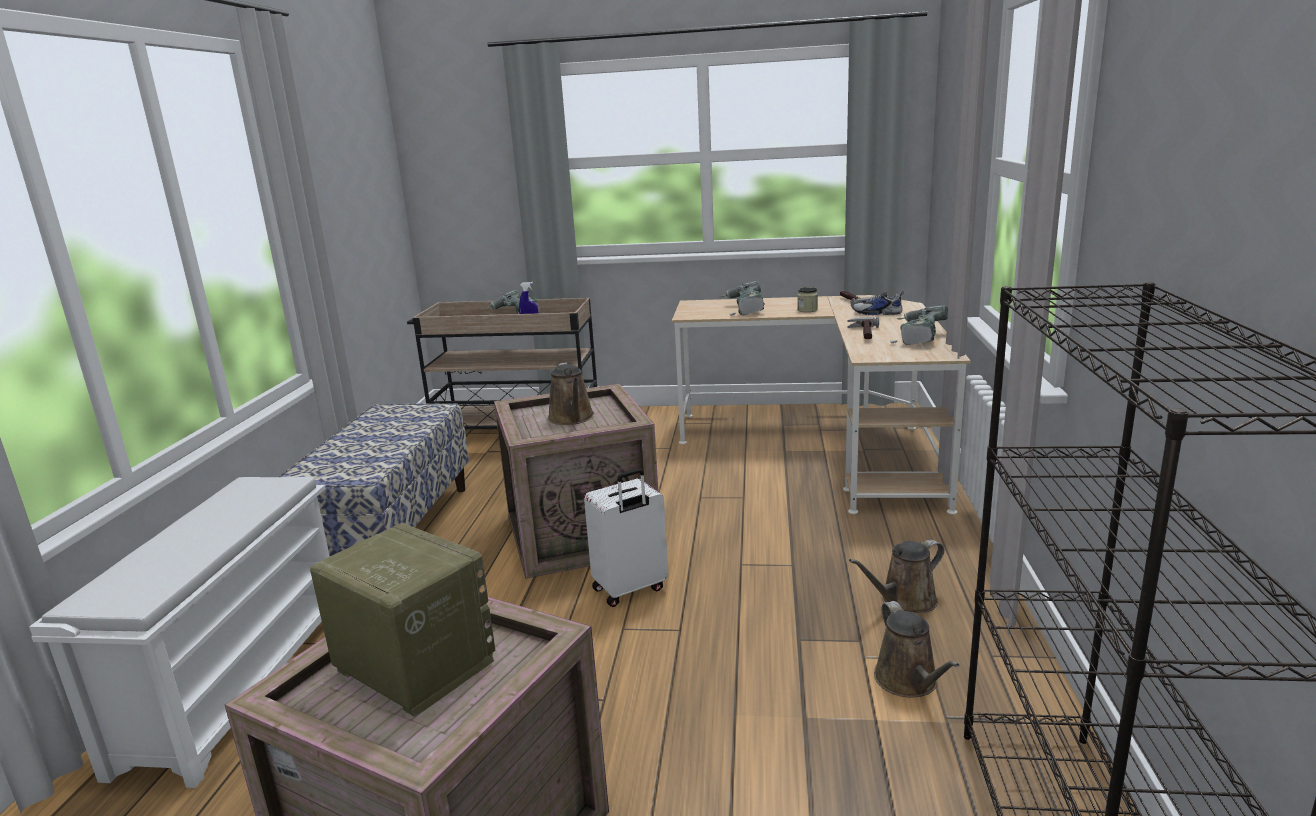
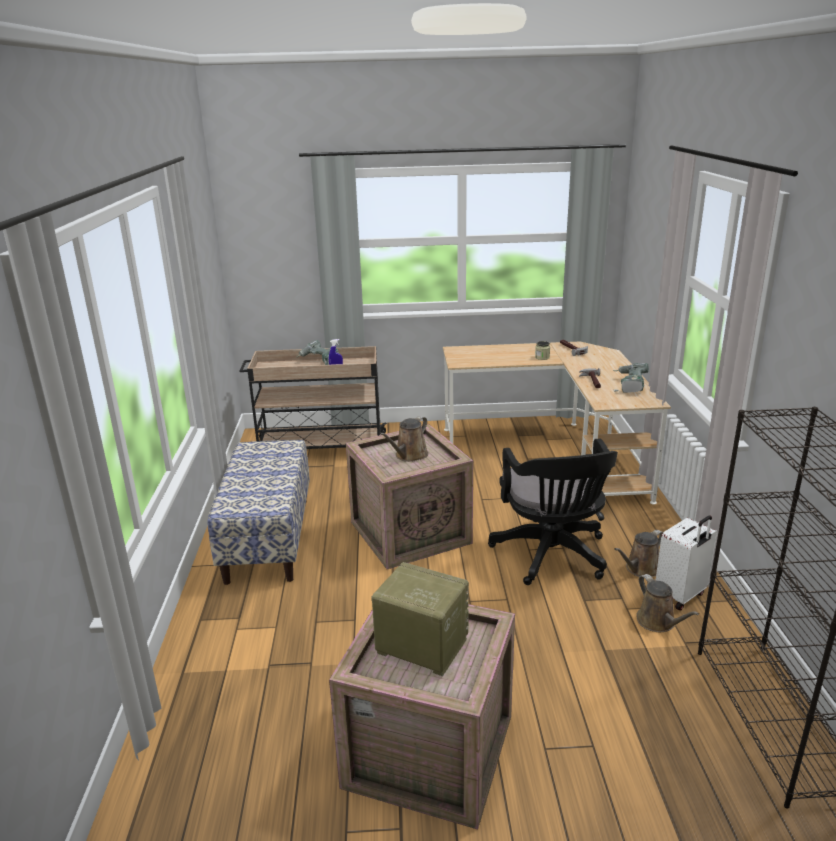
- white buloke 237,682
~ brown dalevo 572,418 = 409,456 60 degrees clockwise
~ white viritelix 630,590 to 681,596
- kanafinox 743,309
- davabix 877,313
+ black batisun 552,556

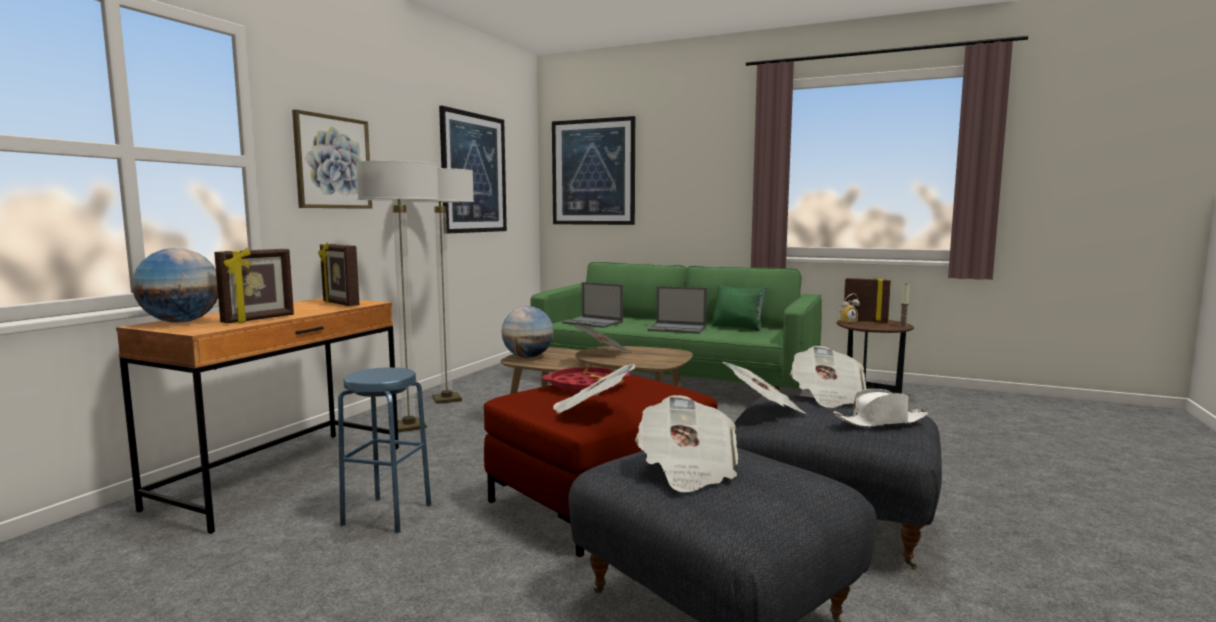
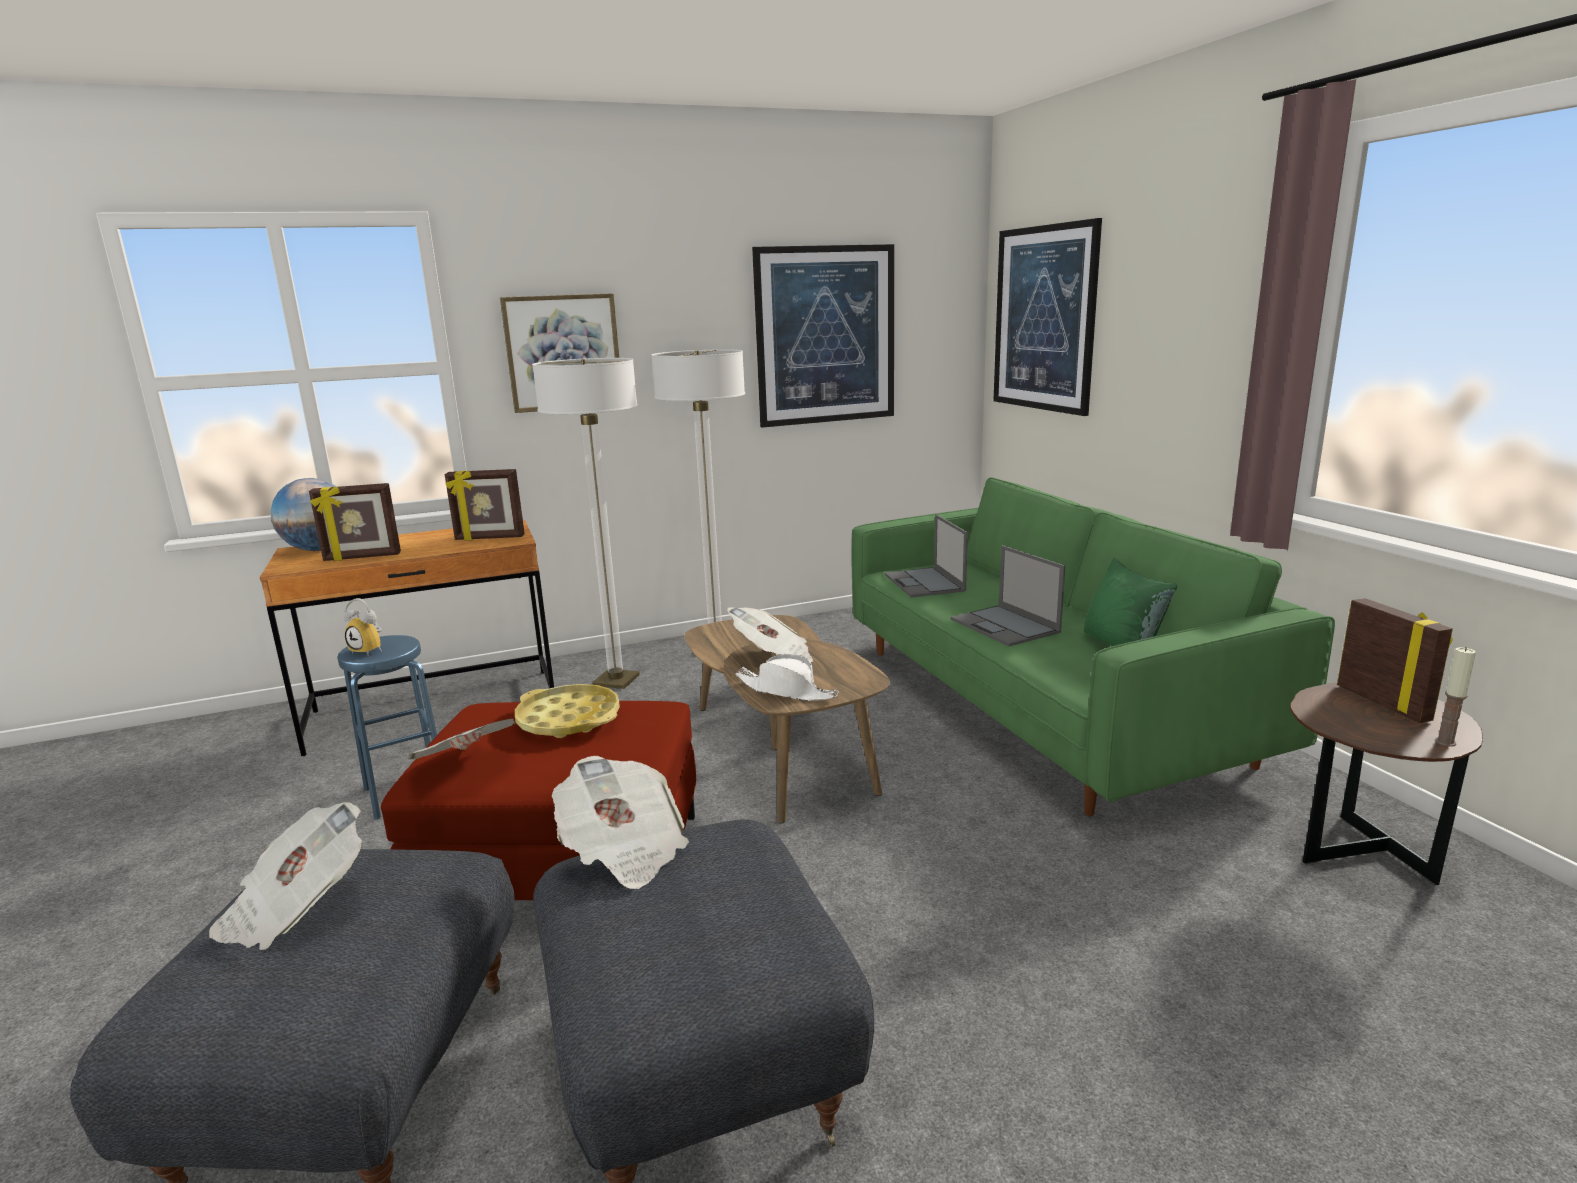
~ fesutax 340,304 = 489,538 90 degrees counterclockwise
- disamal 528,357
~ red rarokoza 586,386 to yellow rarokoza 569,719
- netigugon 827,397
~ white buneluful 881,421 to 787,690
~ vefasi 847,322 to 371,650

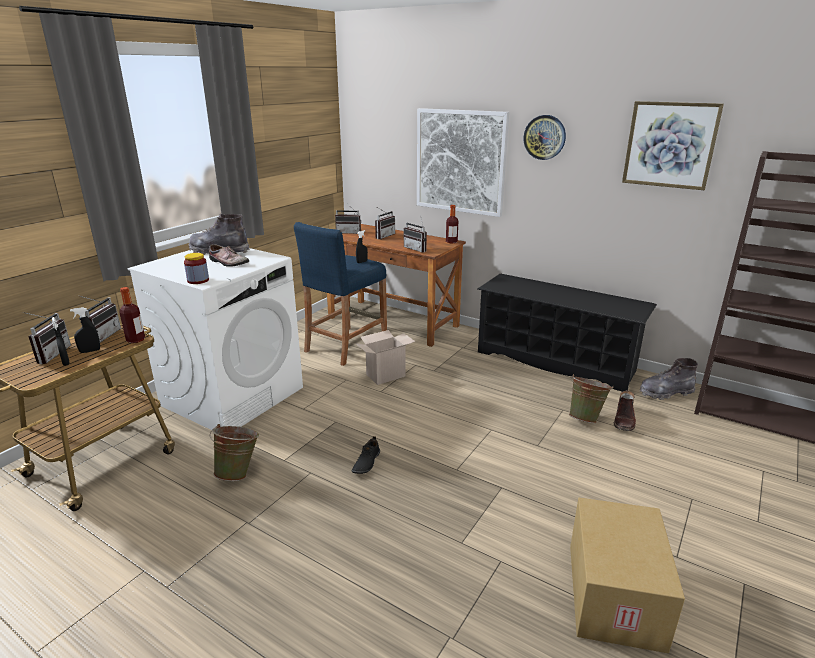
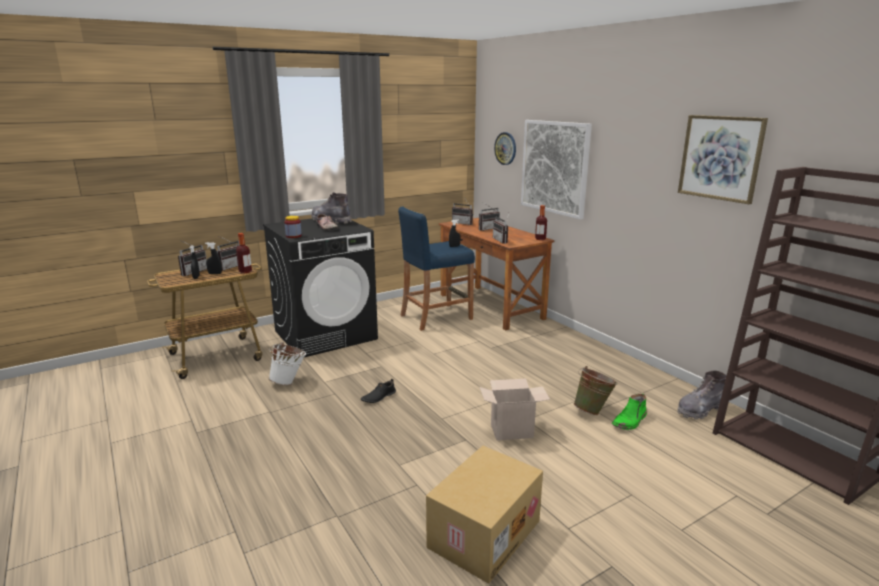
~ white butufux 233,396 to black butufux 326,335
~ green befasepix 239,473 to white befasepix 289,382
~ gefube 386,375 to 512,430
- black buloke 555,361
~ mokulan 544,137 to 505,148
~ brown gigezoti 624,420 to green gigezoti 630,421
~ grey gigezoti 665,393 = 699,410 45 degrees counterclockwise

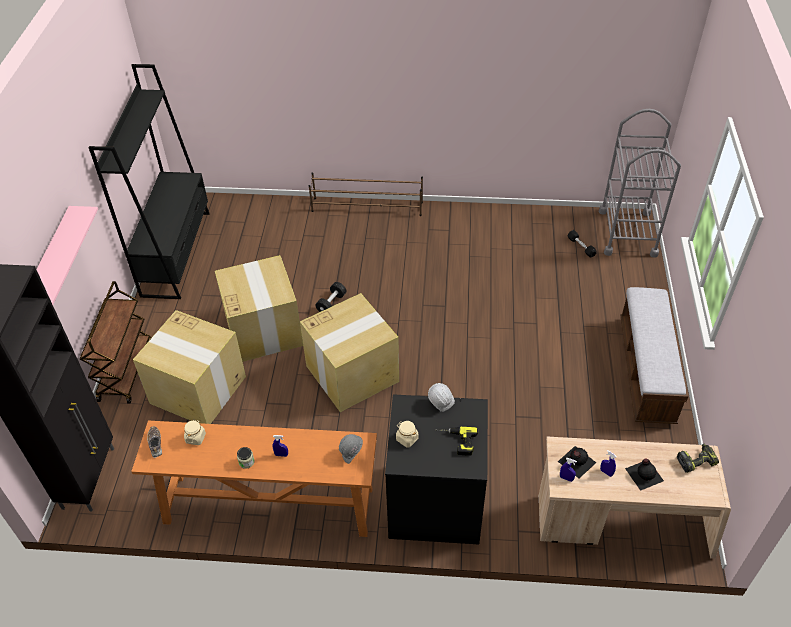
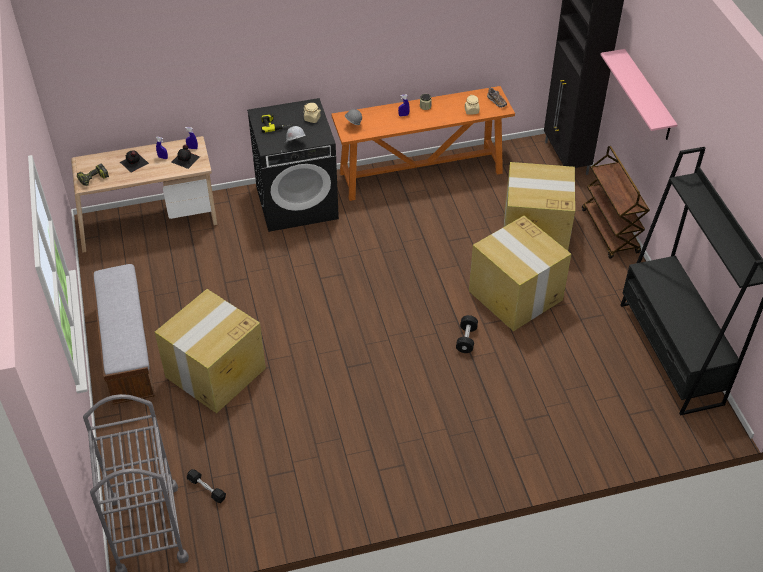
~ gefube 353,373 to 214,373
- brown buloke 367,207

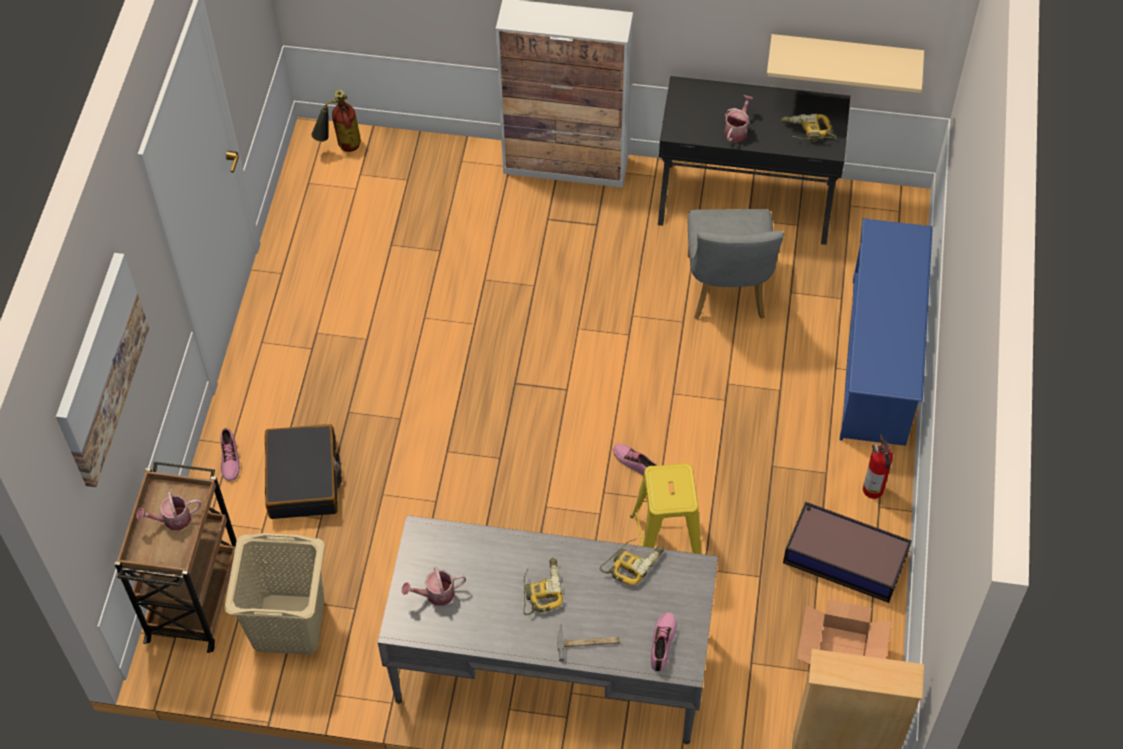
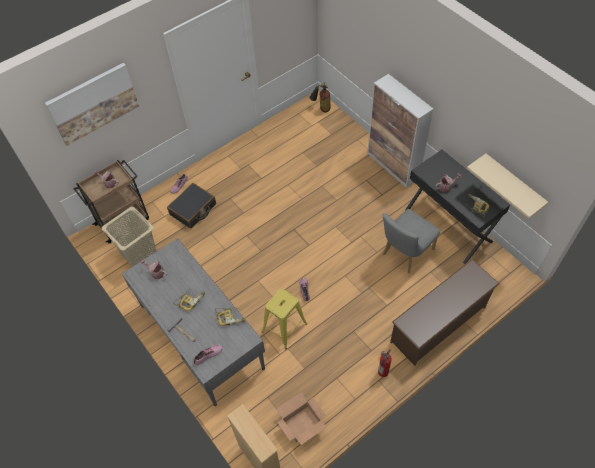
- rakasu 843,558
~ blue buloke 878,360 to brown buloke 438,324

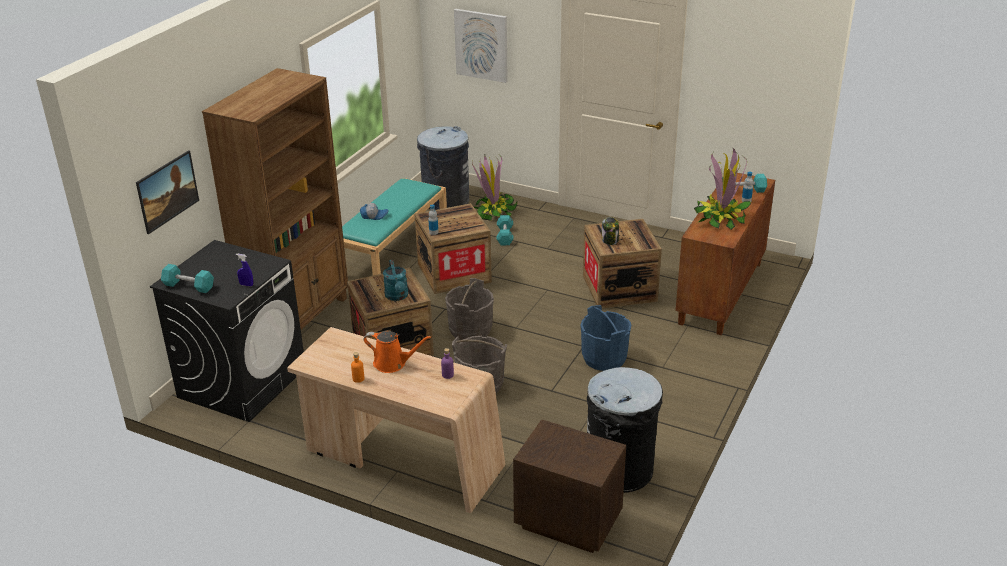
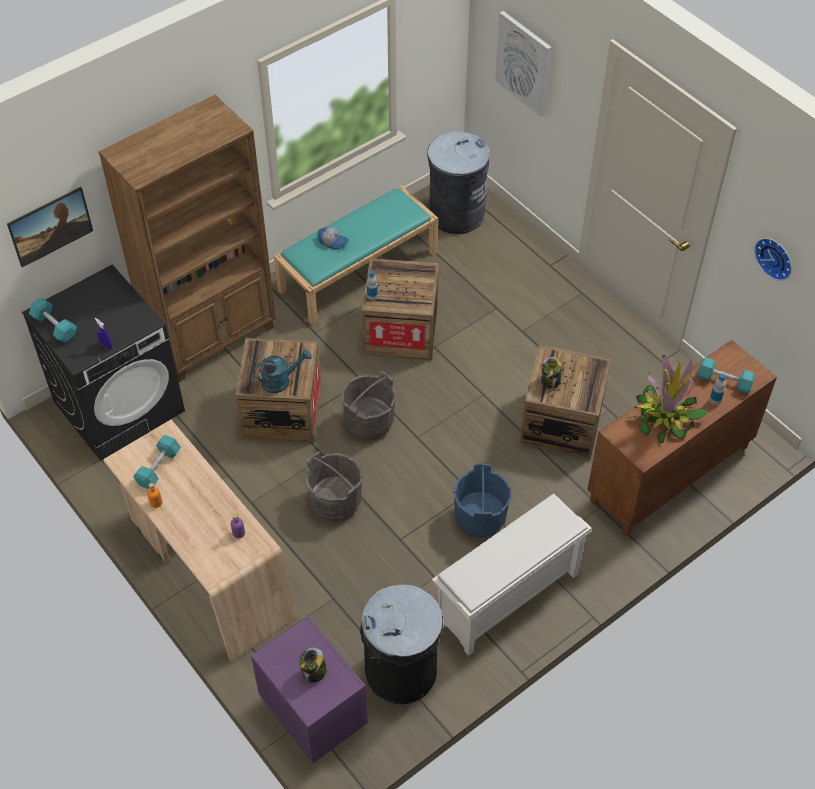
- orange dalevo 393,363
~ turquoise dalevo 397,296 = 281,381 120 degrees counterclockwise
- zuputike 493,211
~ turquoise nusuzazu 505,236 to 158,467
~ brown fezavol 567,521 to purple fezavol 313,710
+ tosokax 314,672
+ white buloke 507,598
+ mokulan 775,257

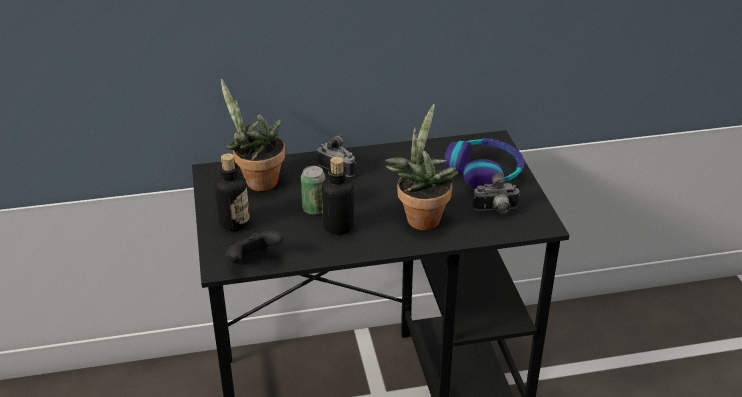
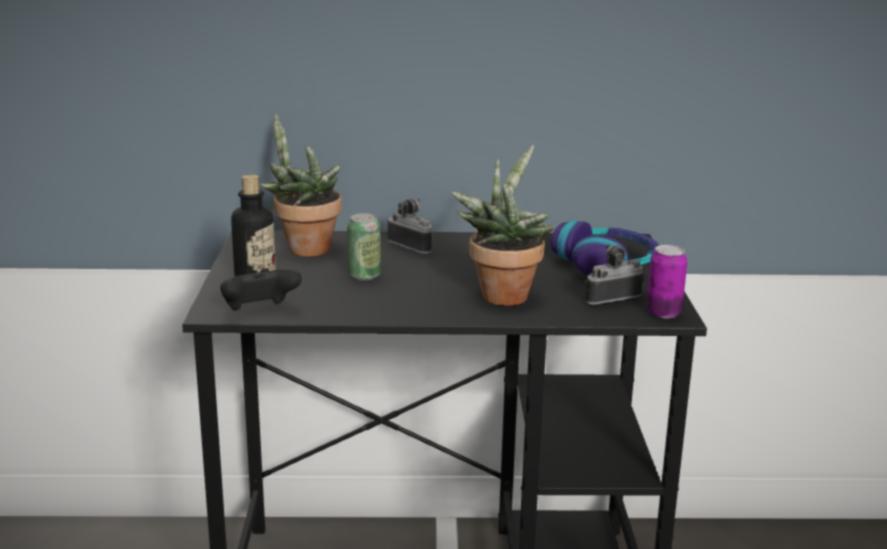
- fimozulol 338,226
~ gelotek 496,210 = 609,297 150 degrees clockwise
+ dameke 663,313

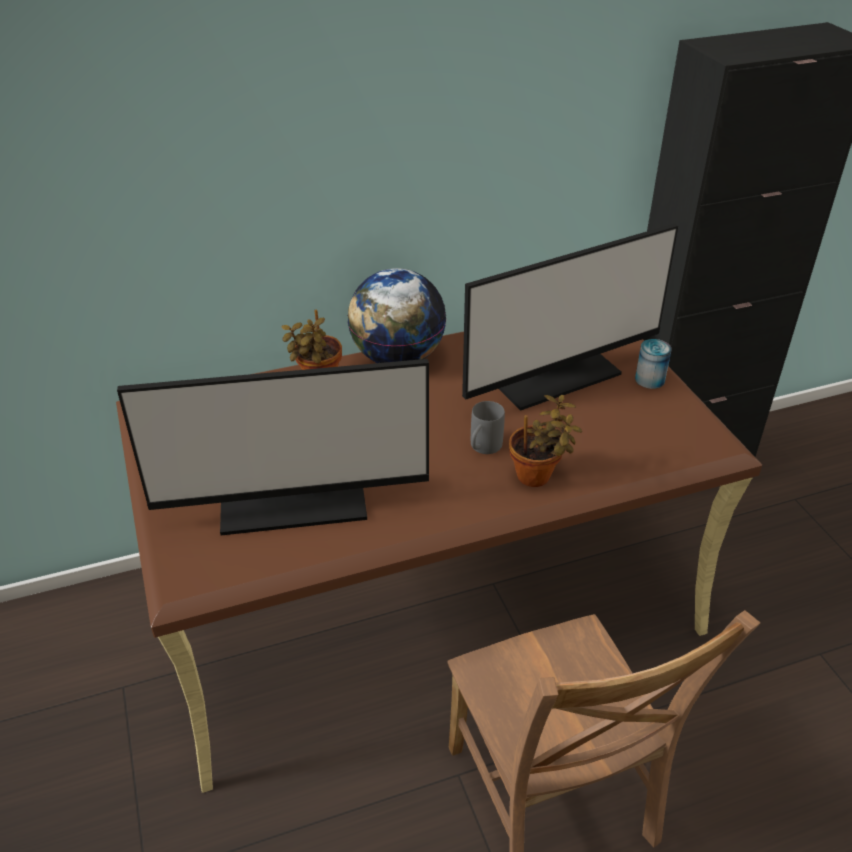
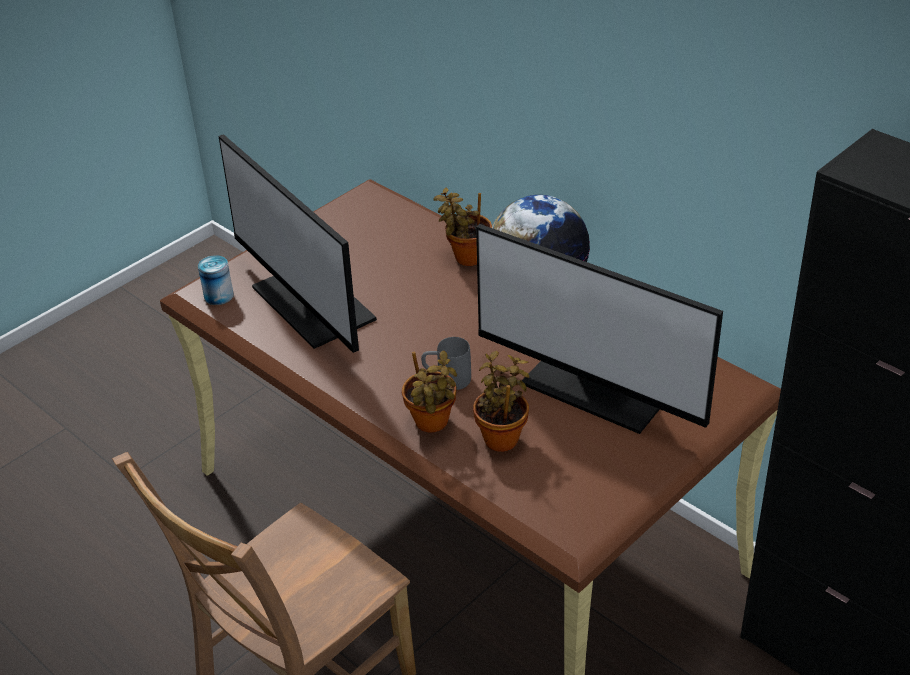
~ dameke 649,379 to 218,295
+ zuputike 502,437

